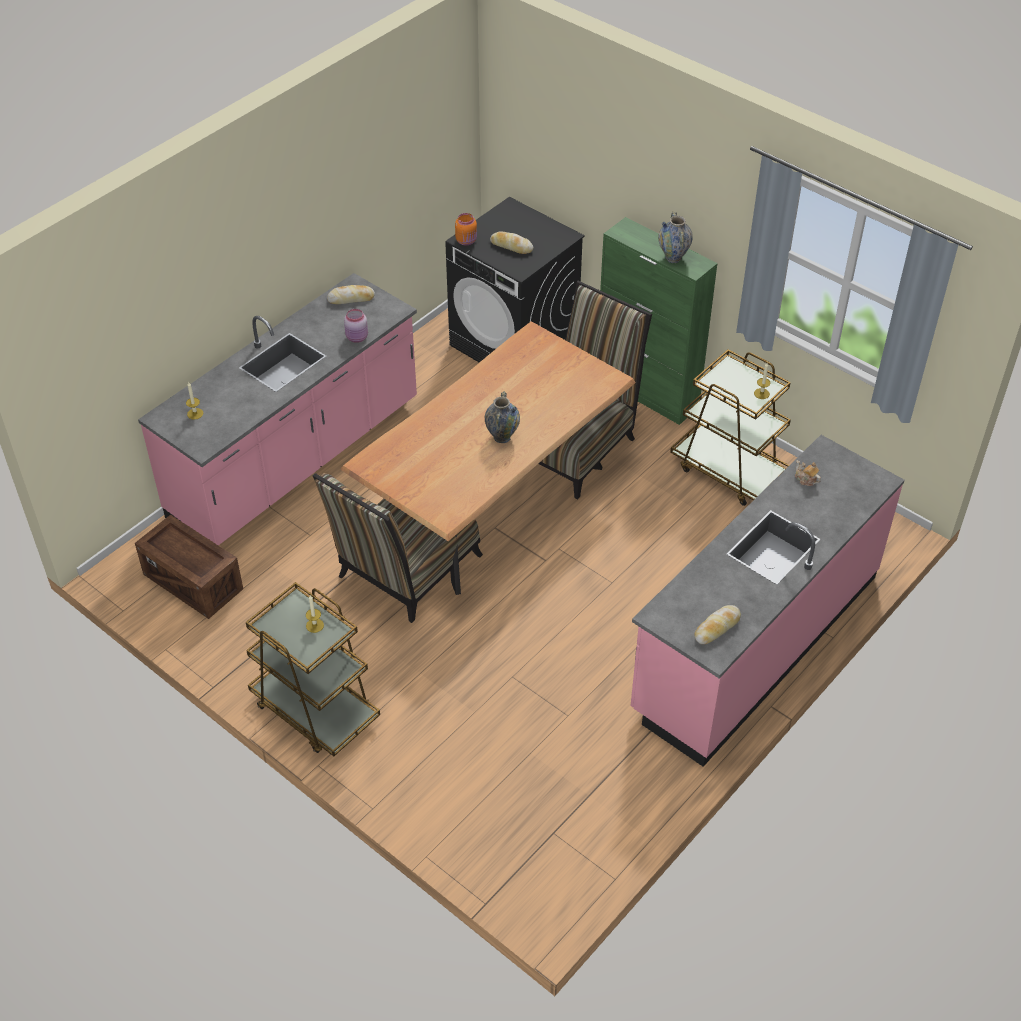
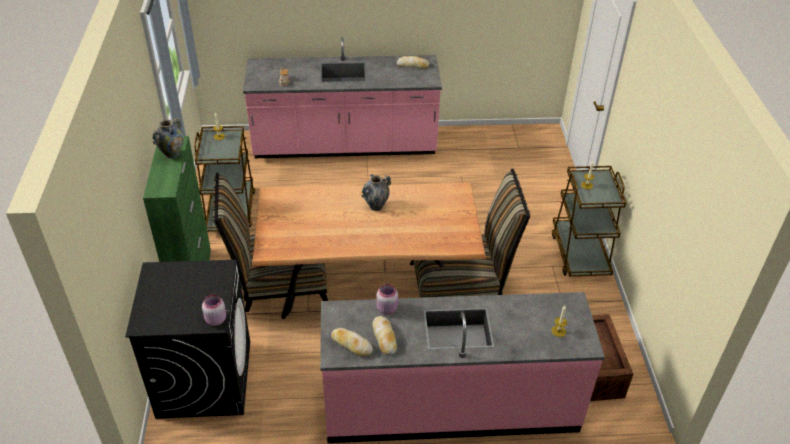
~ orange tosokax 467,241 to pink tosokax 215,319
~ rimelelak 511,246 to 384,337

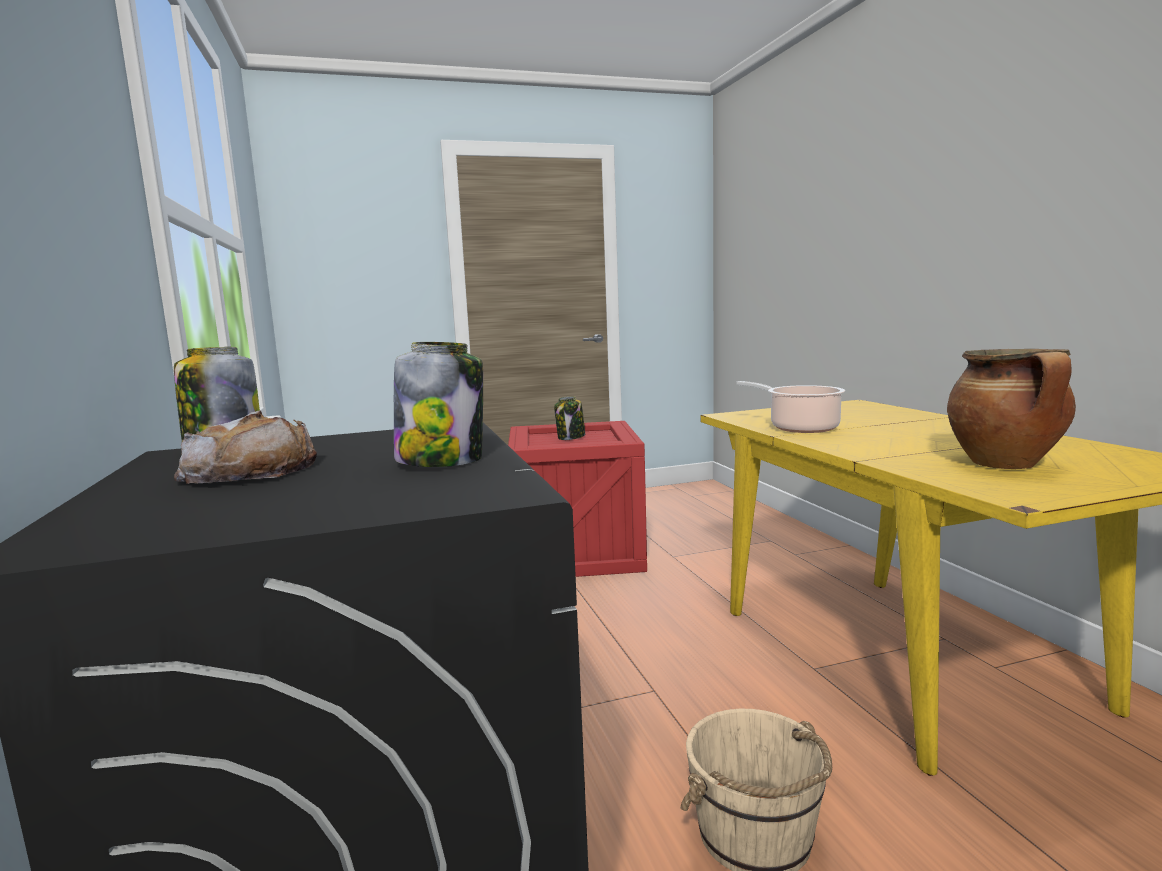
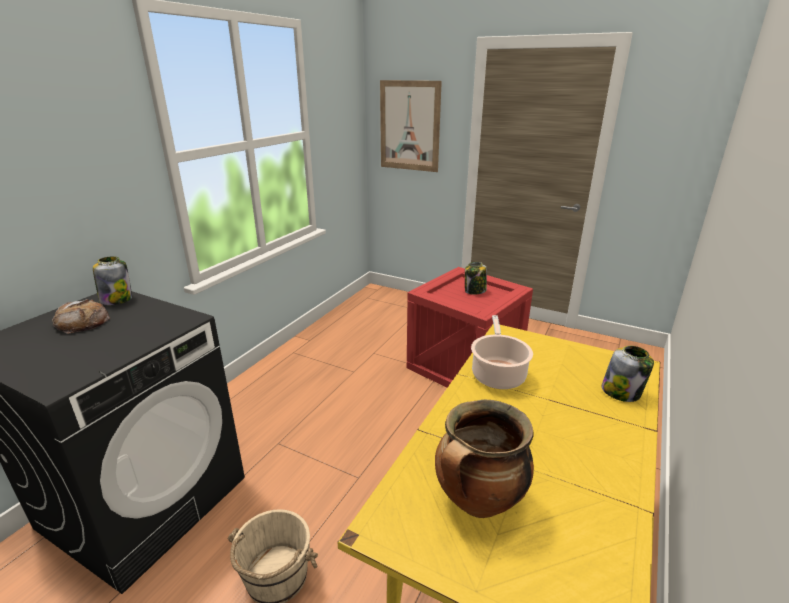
~ tosokax 442,460 to 622,392
+ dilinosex 409,126

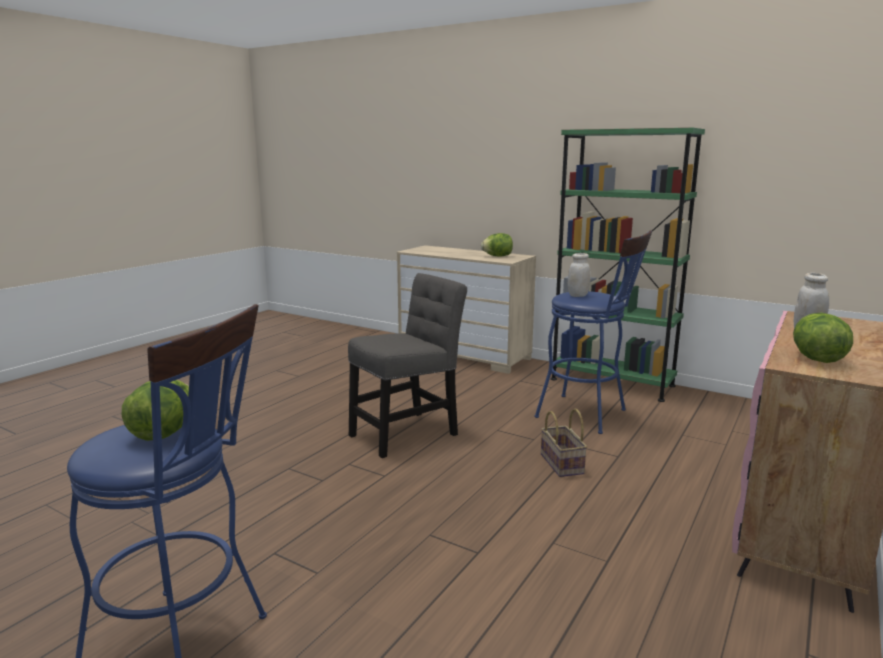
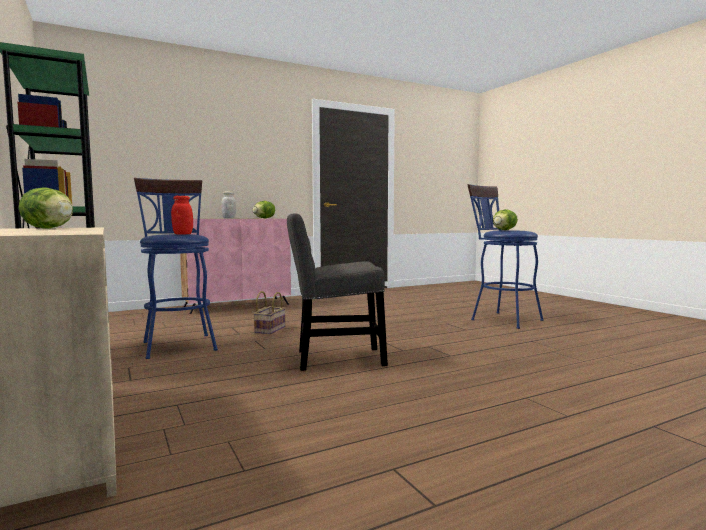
~ white tosokax 578,295 to red tosokax 183,234

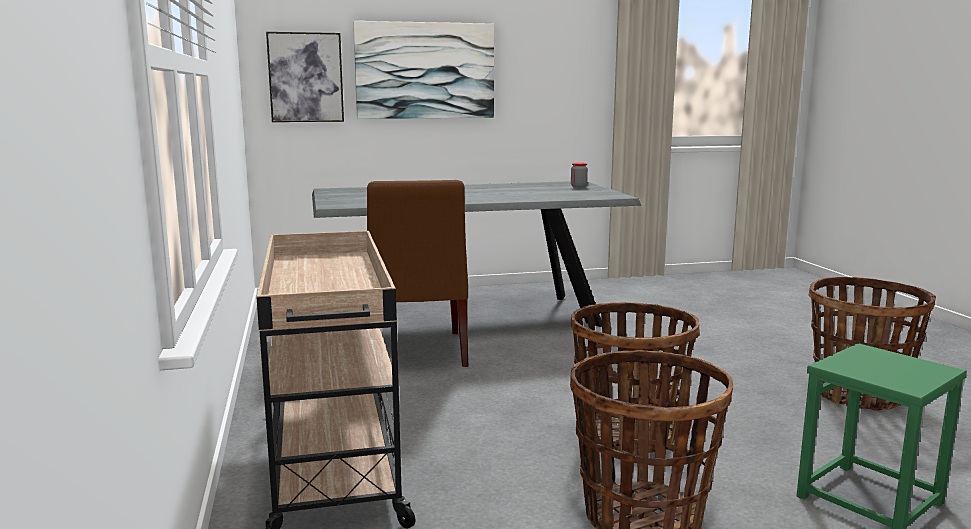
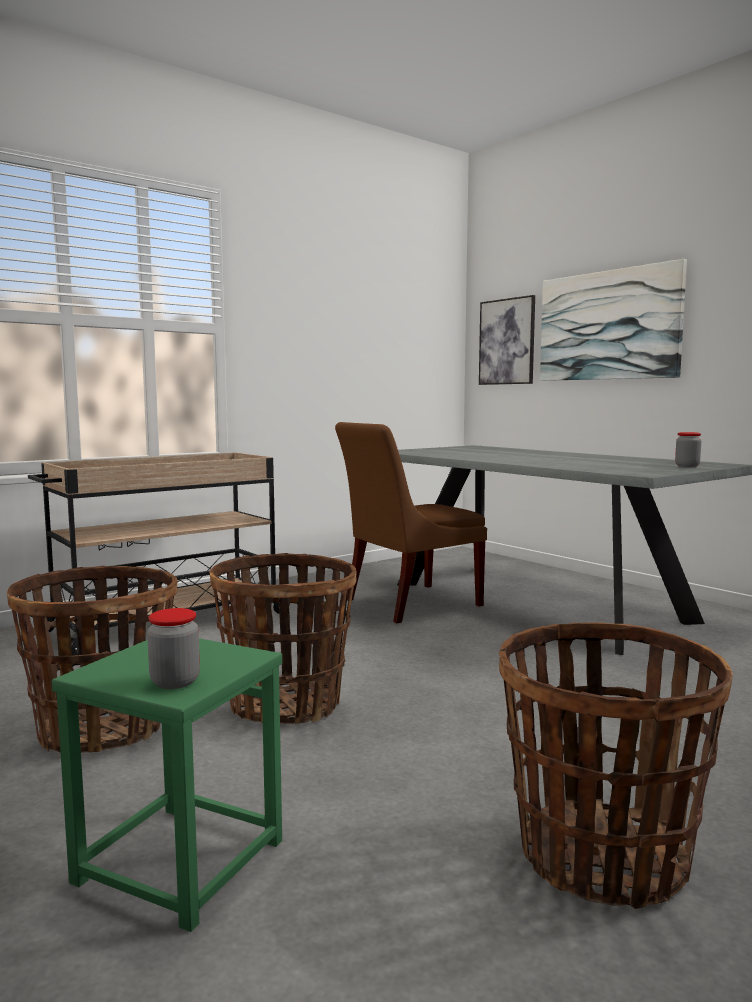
+ tosokax 175,682

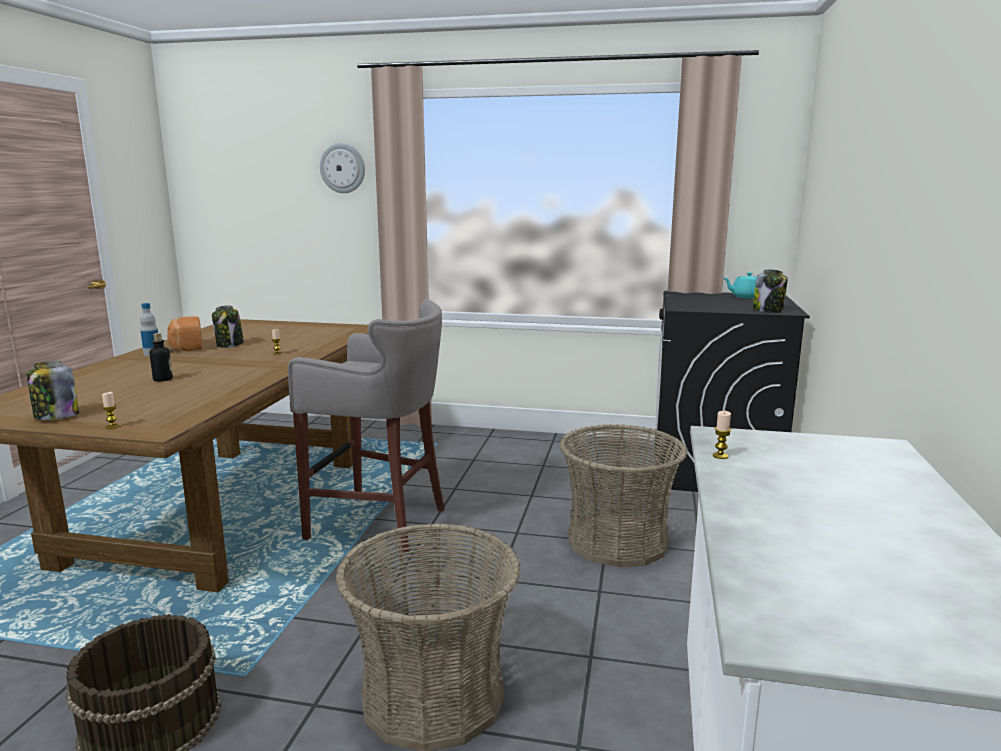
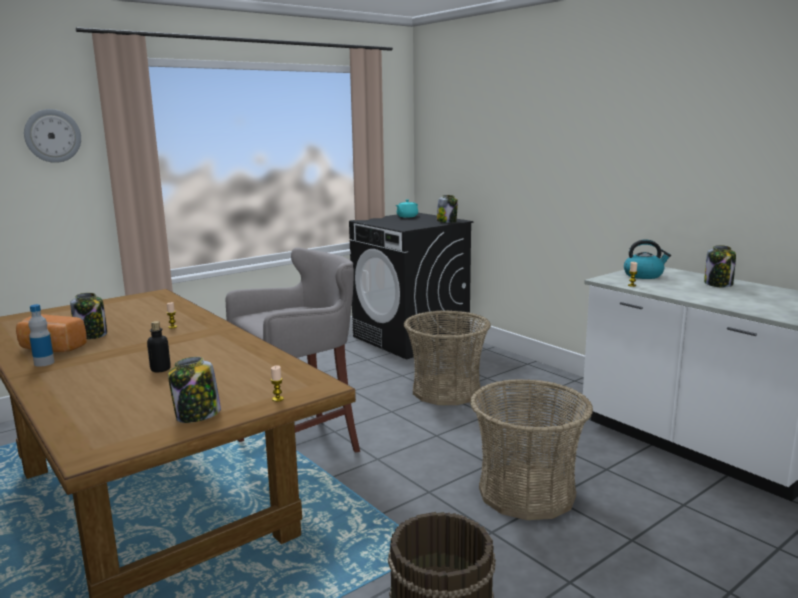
+ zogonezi 644,275
+ tosokax 718,284

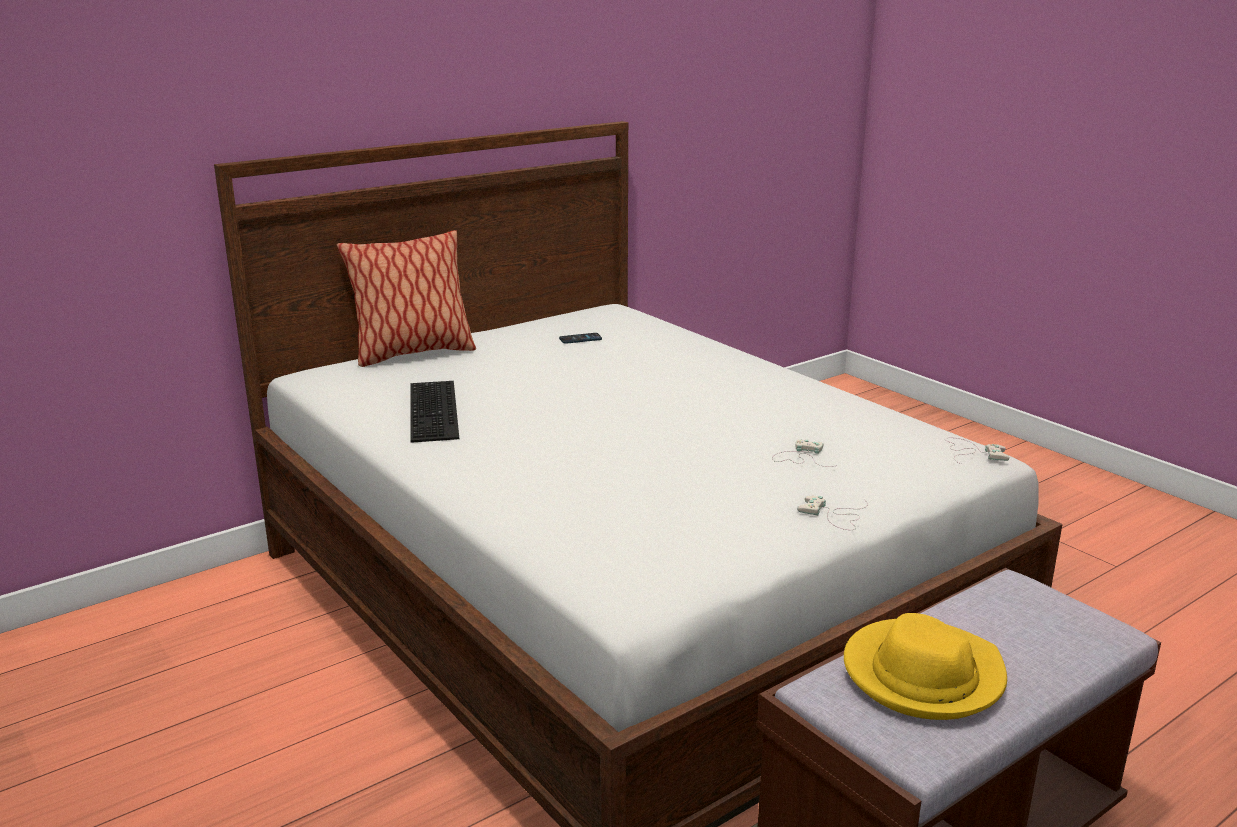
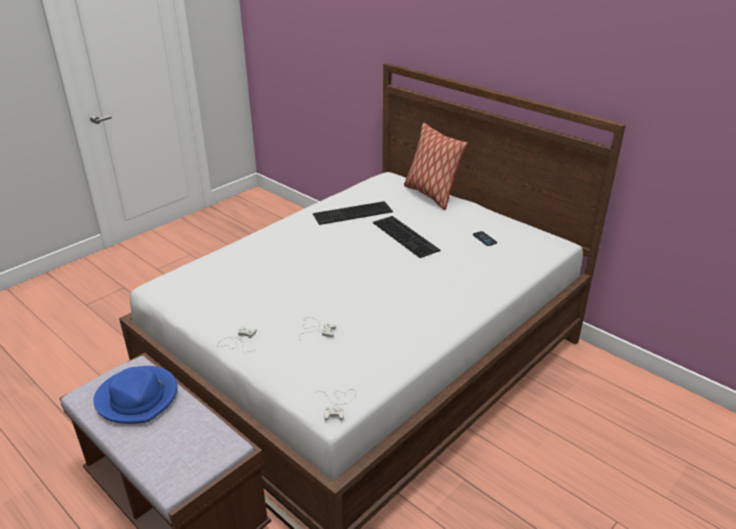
~ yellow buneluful 922,674 to blue buneluful 138,397
+ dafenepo 407,236

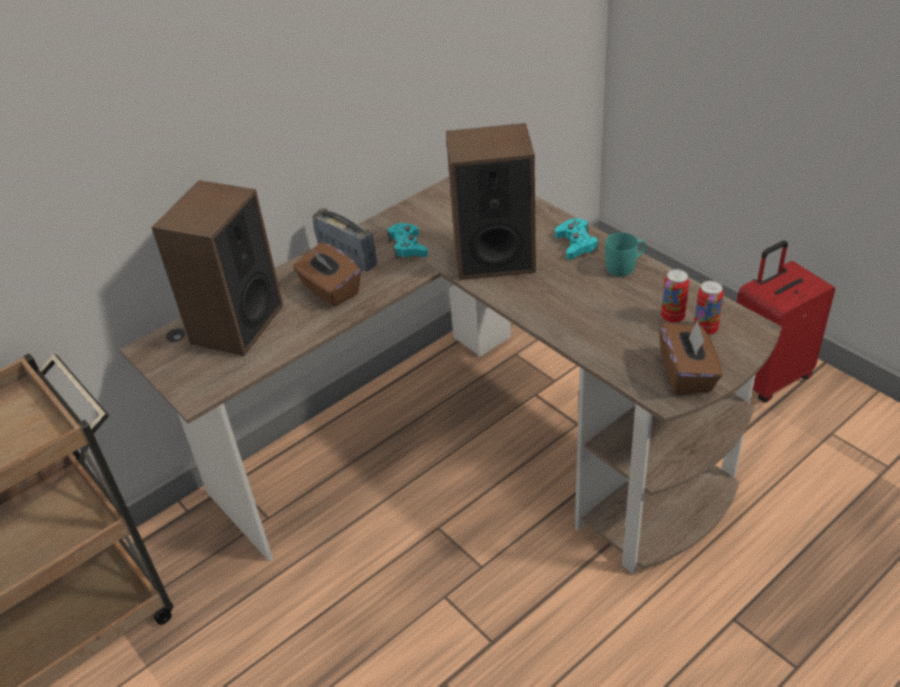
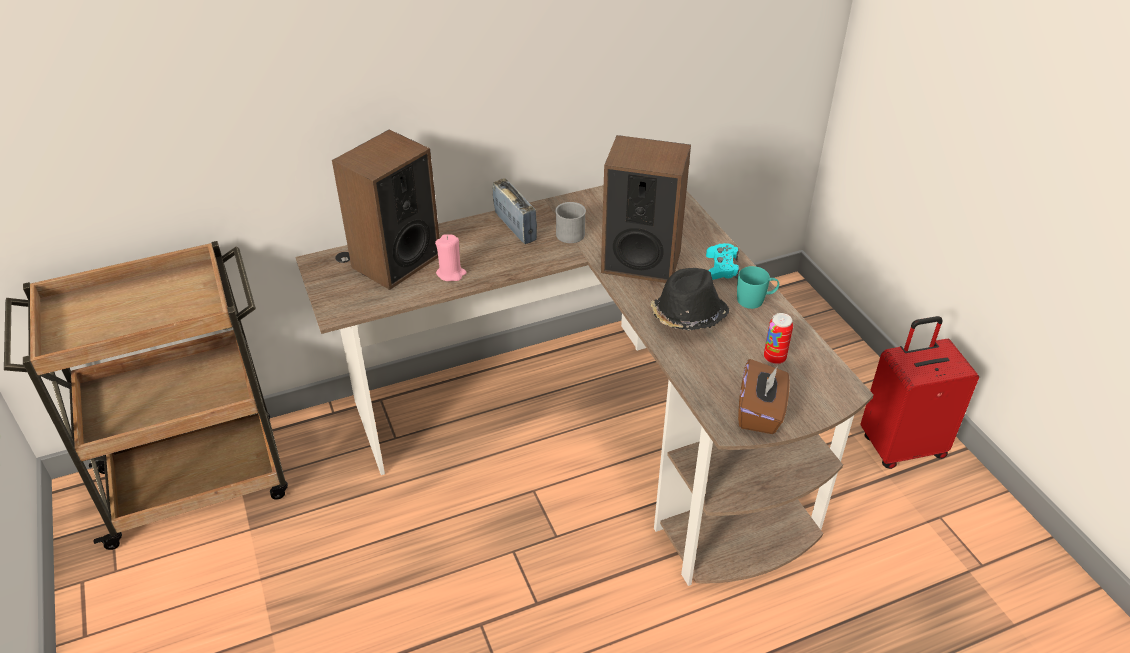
- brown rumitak 330,290
~ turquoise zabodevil 407,247 to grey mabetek 570,232
- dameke 705,330
+ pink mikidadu 451,274
+ black buneluful 687,316

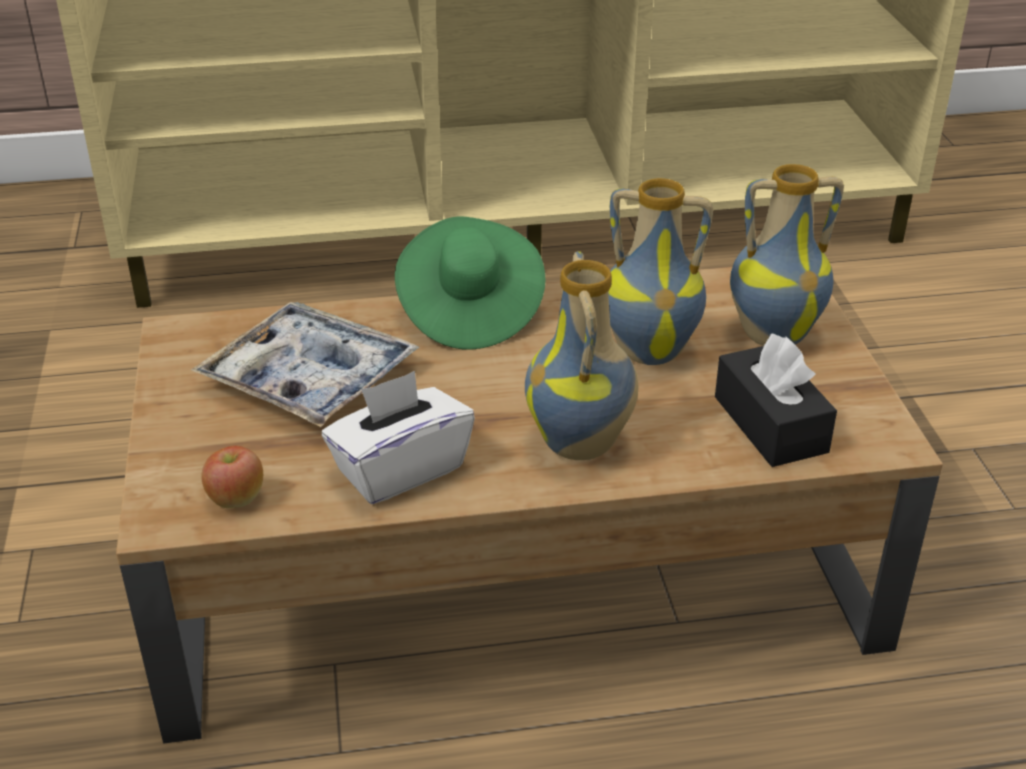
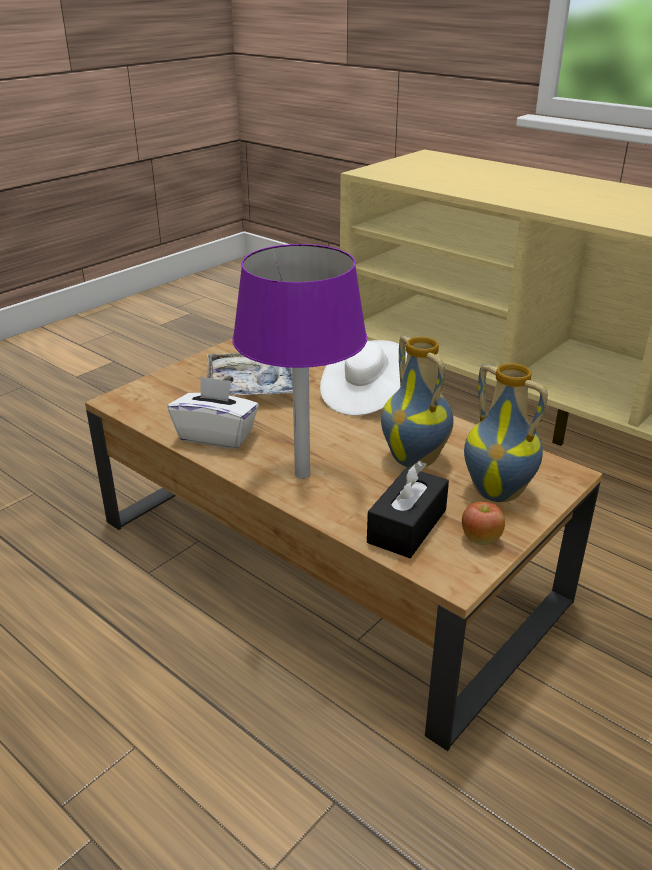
~ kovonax 236,499 to 480,539
~ green buneluful 469,311 to white buneluful 366,396
~ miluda 582,444 to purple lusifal 302,474

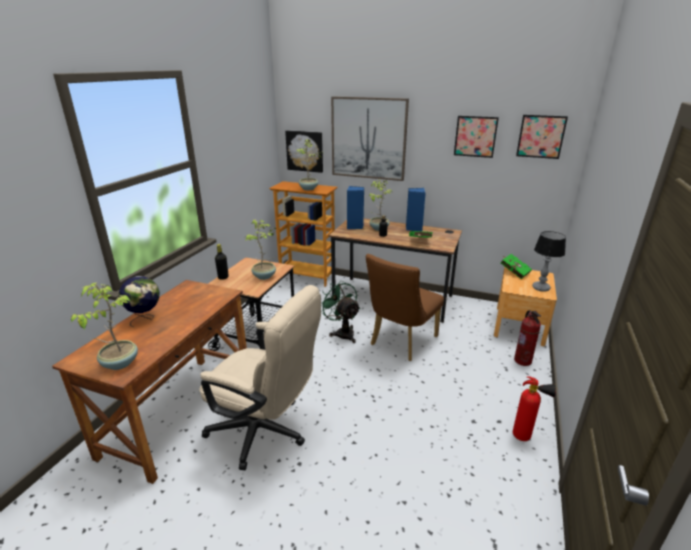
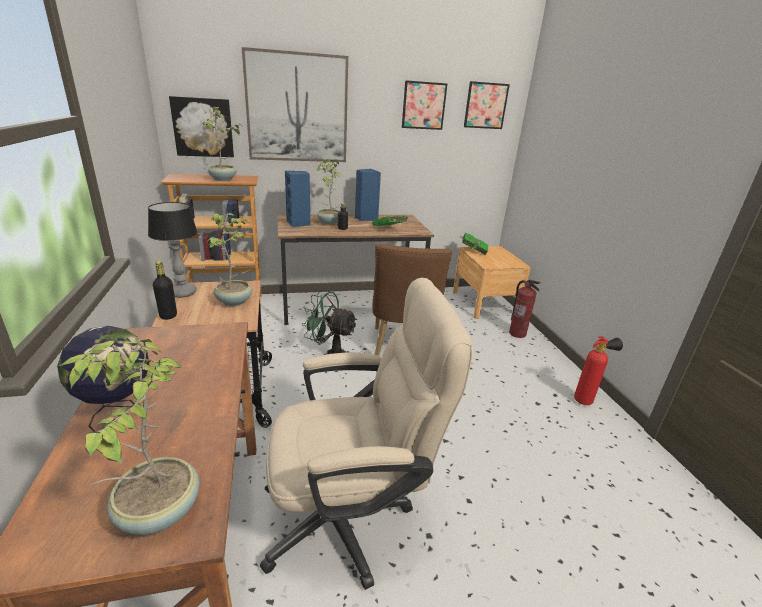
~ lusifal 540,288 to 182,293

